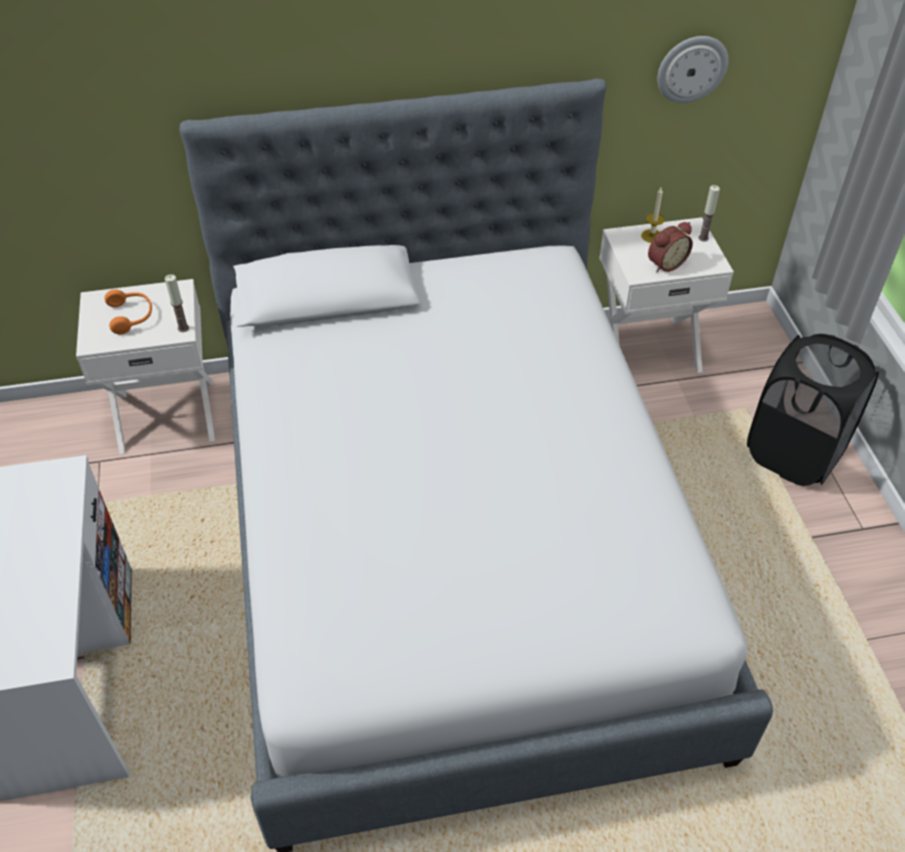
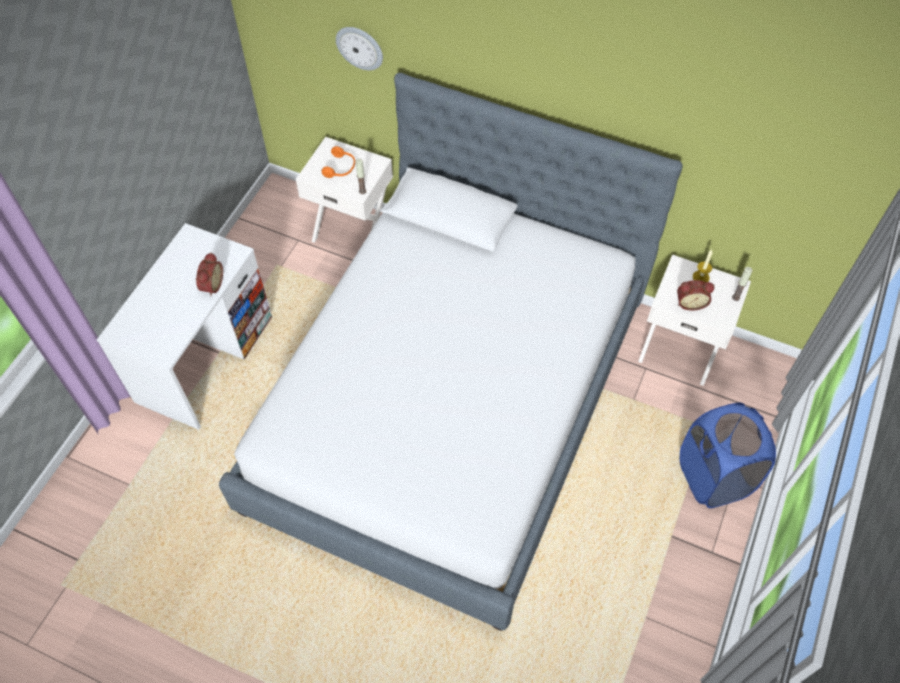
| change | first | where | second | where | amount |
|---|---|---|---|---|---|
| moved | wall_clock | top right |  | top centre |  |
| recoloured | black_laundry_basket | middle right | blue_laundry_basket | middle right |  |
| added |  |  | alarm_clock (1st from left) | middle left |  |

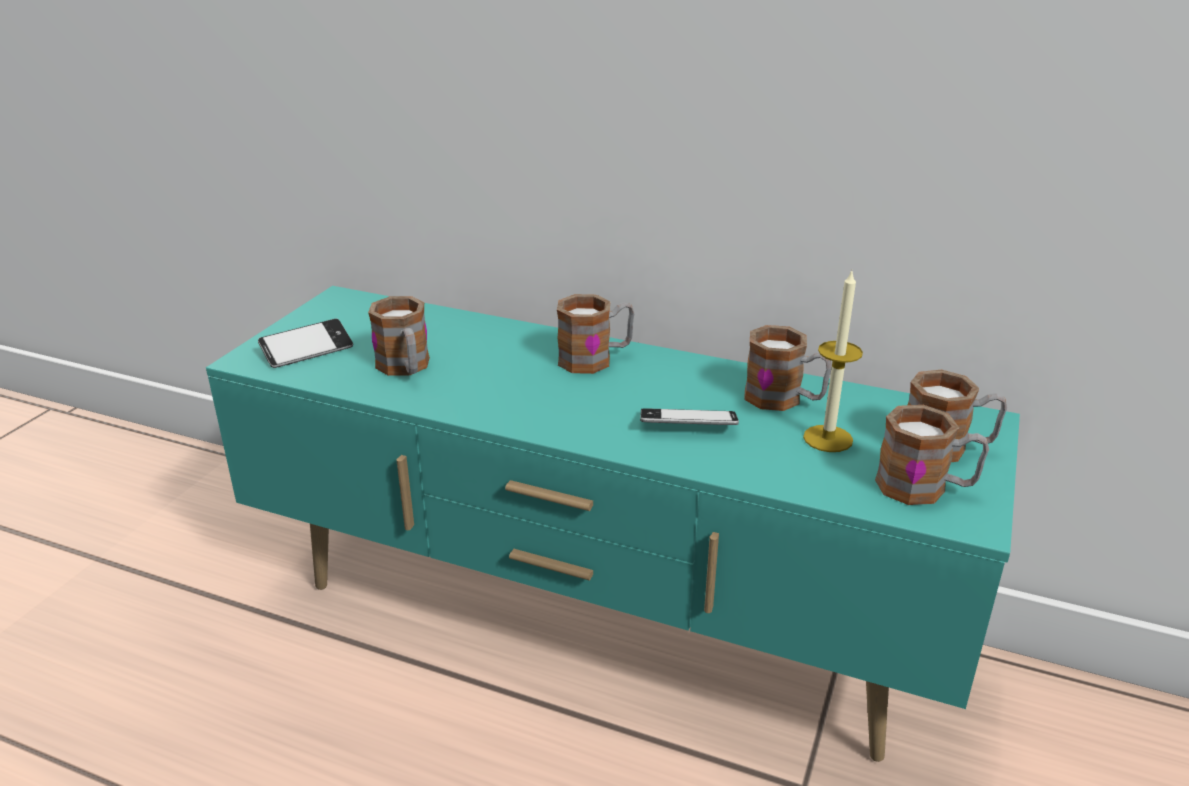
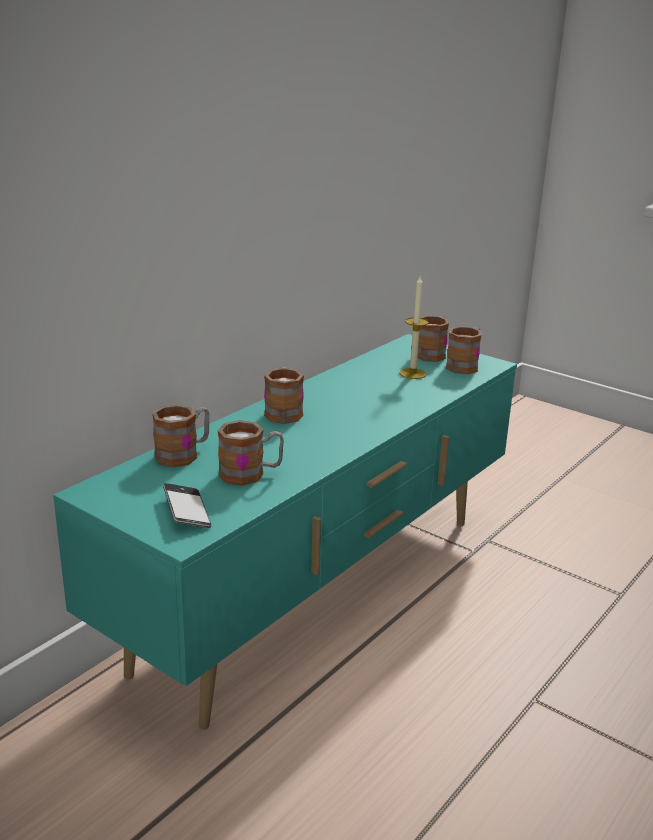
| change | first | where | second | where | amount |
|---|---|---|---|---|---|
| moved | mug (3rd from left in the first image) | centre | mug (1st from left) | middle left |  |
| removed | phone (2nd from left) | centre |  |  |  |

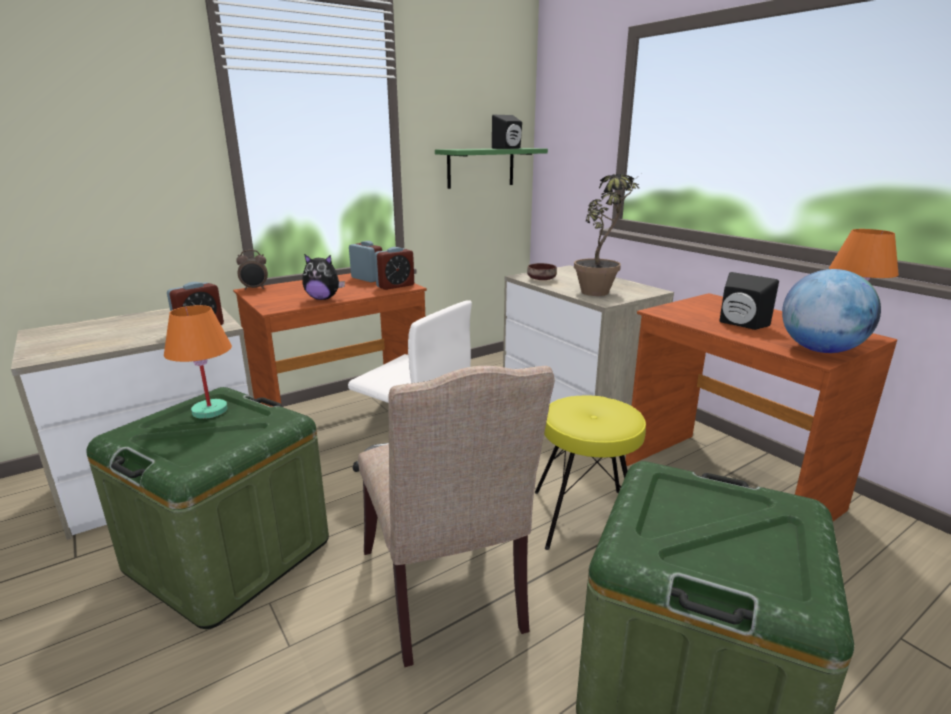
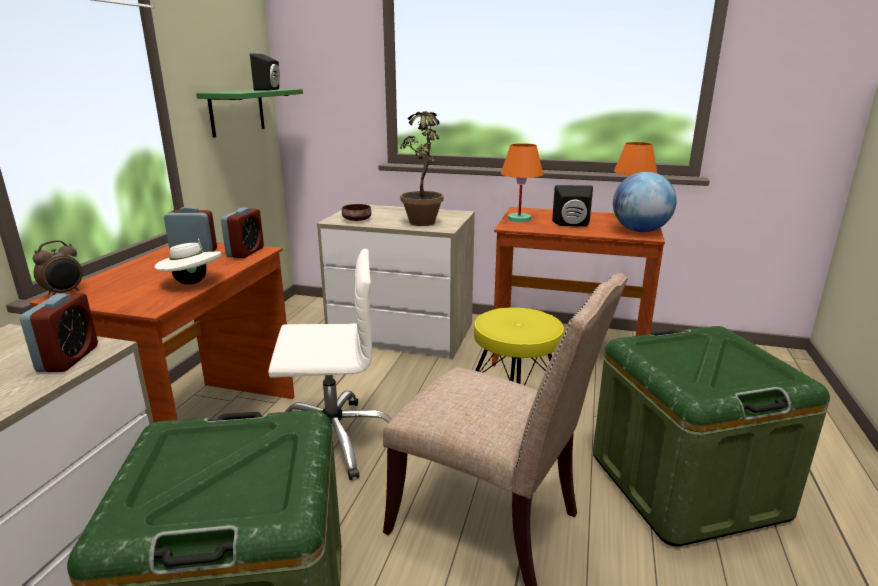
| change | first | where | second | where | amount |
|---|---|---|---|---|---|
| replaced | plush_toy | centre | white_hat | middle left |  |
| moved | orange_table_lamp (1st from left) | middle left |  | top centre |  |

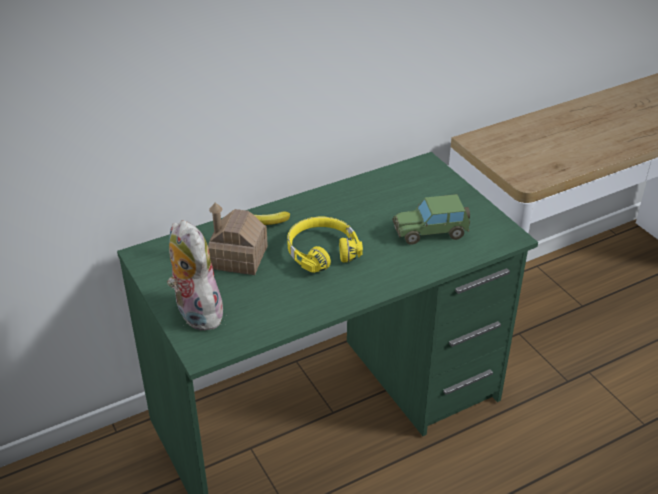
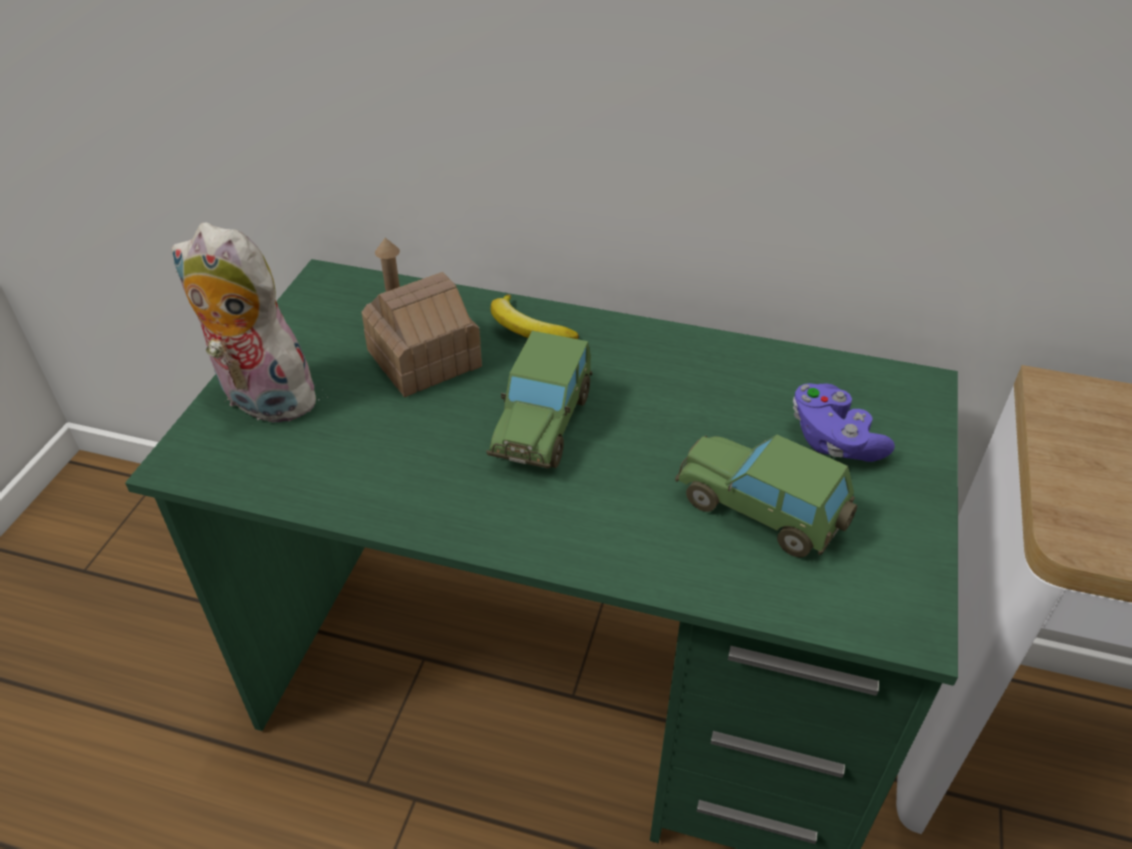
| change | first | where | second | where | amount |
|---|---|---|---|---|---|
| replaced | yellow_headphones | centre | toy_car (1st from left) | centre |  |
| turned | plush_toy | middle left |  | middle left | 75 degrees counterclockwise |
| added |  |  | purple_game_controller | middle right |  |

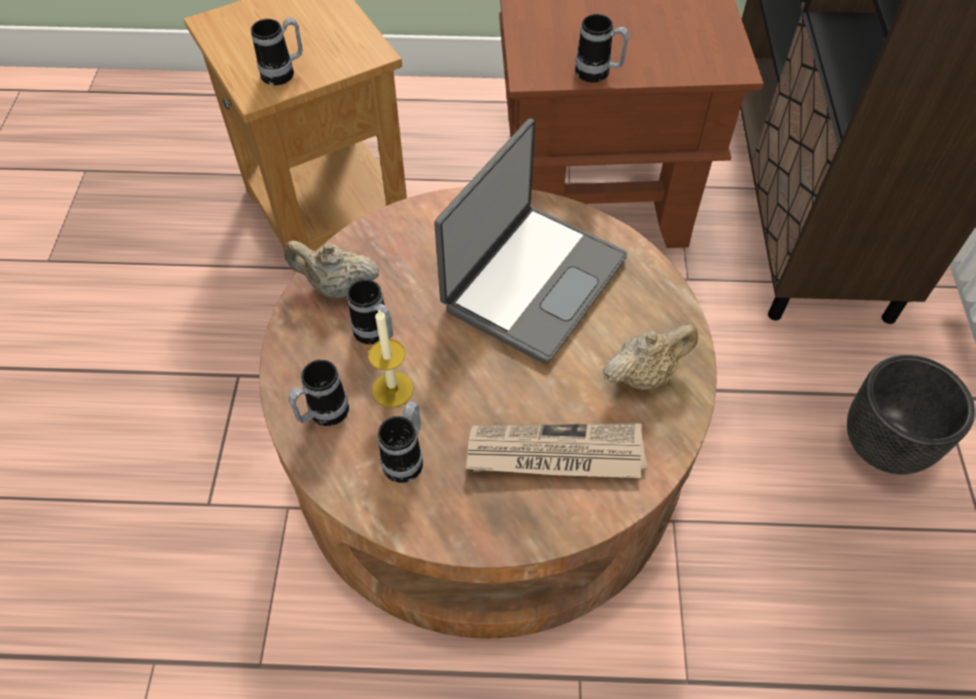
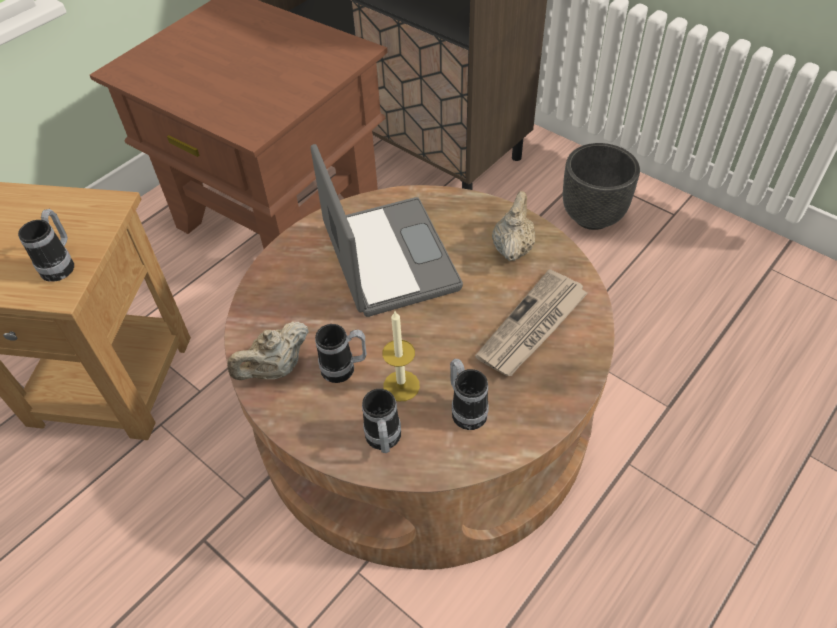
| change | first | where | second | where | amount |
|---|---|---|---|---|---|
| removed | mug (5th from left) | top centre |  |  |  |

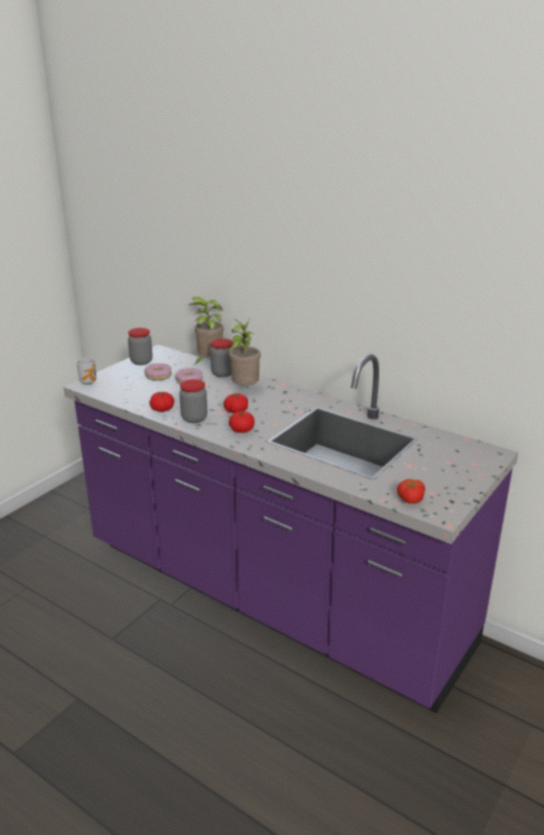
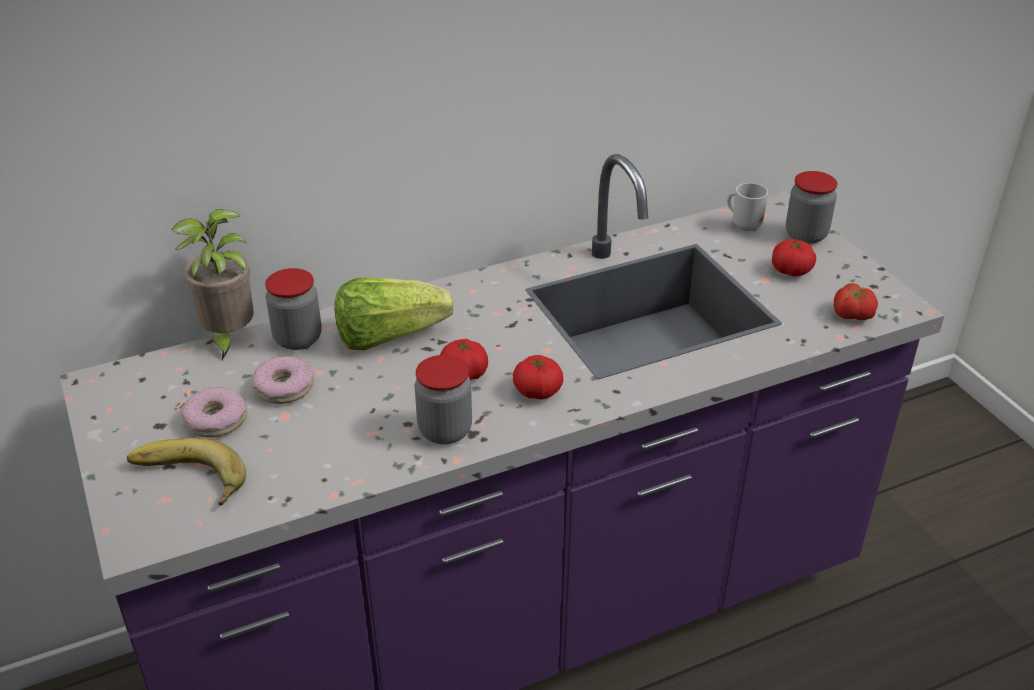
| change | first | where | second | where | amount |
|---|---|---|---|---|---|
| replaced | potted_plant (2nd from left) | centre | lettuce | centre |  |
| moved | jar (1st from left in the first image) | middle left | jar (3rd from left) | top right |  |
| moved | mug | middle left |  | top right |  |
| moved | tomato (1st from left in the first image) | middle left | tomato (3rd from left) | middle right |  |
| added |  |  | banana | bottom left |  |

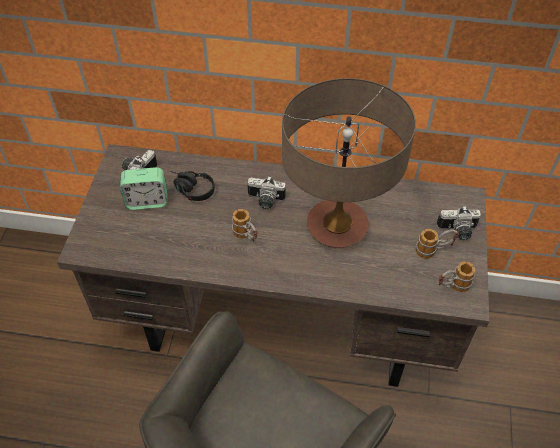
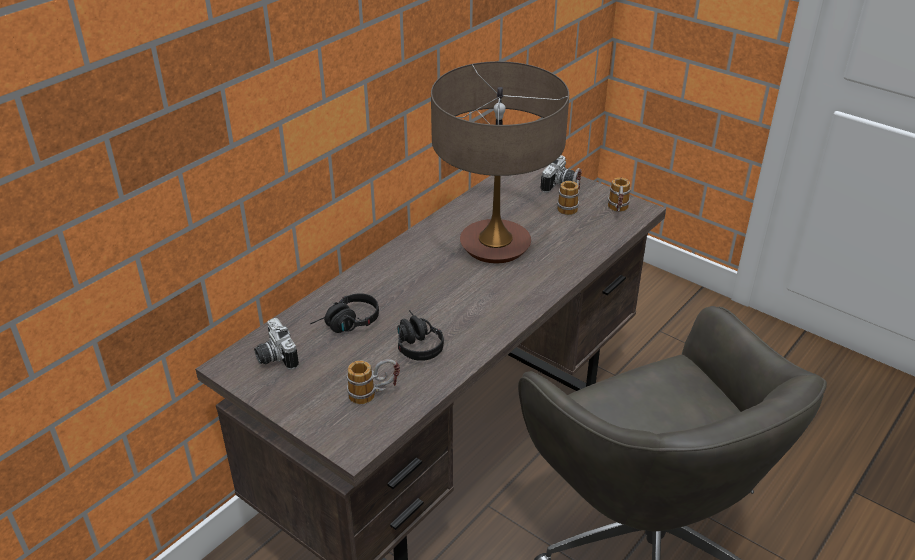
| change | first | where | second | where | amount |
|---|---|---|---|---|---|
| removed | alarm_clock | middle left |  |  |  |
| removed | photo_camera (2nd from left) | centre |  |  |  |
| moved | mug (1st from left) | centre |  | bottom centre |  |
| added |  |  | black_headphones (2nd from left) | centre |  |

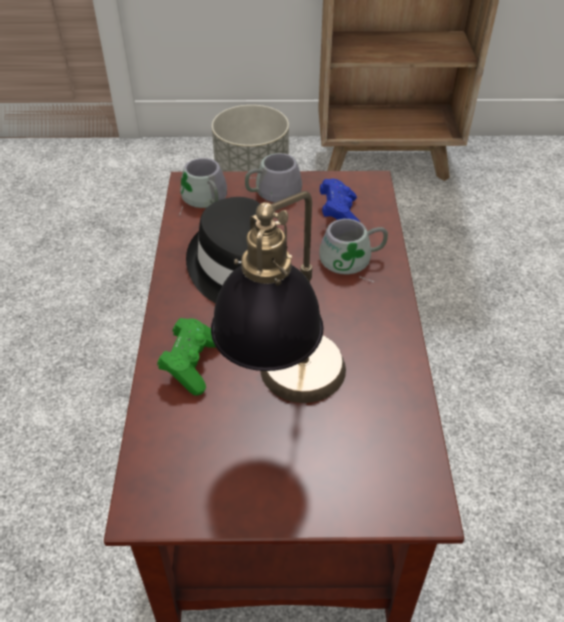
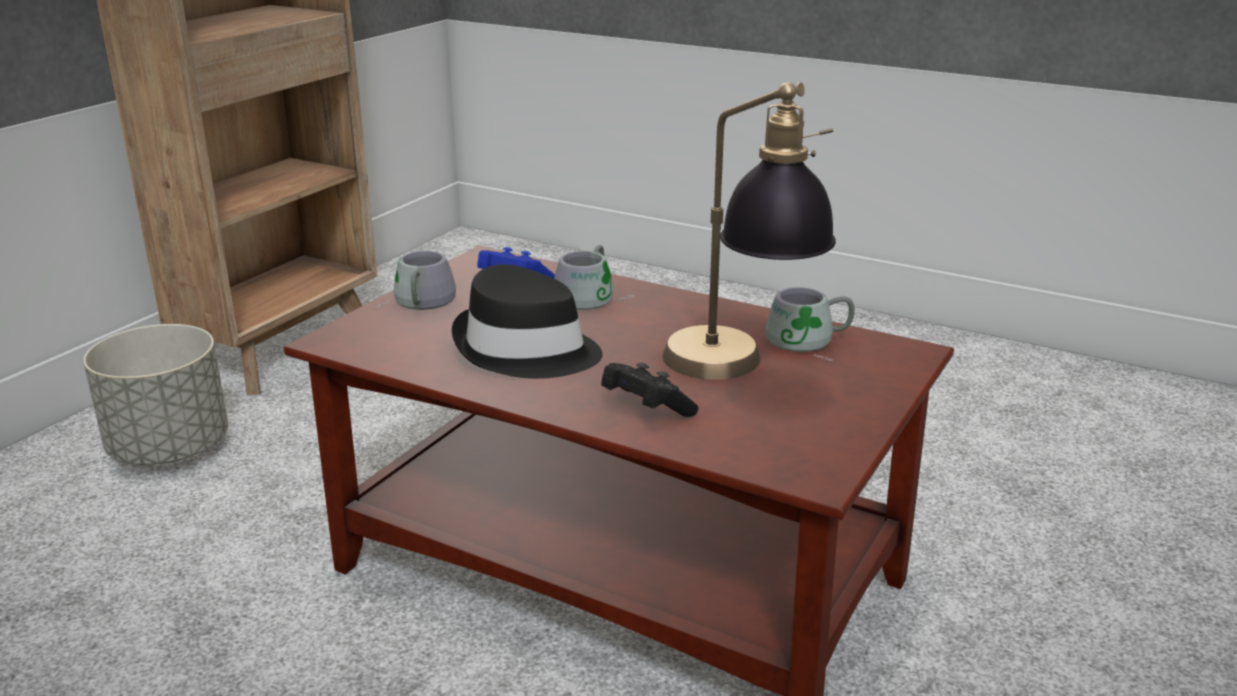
| change | first | where | second | where | amount |
|---|---|---|---|---|---|
| moved | grey_mug (1st from left in the first image) | top centre | grey_mug (3rd from left) | centre |  |
| recoloured | green_game_controller | middle left | black_game_controller | centre |  |

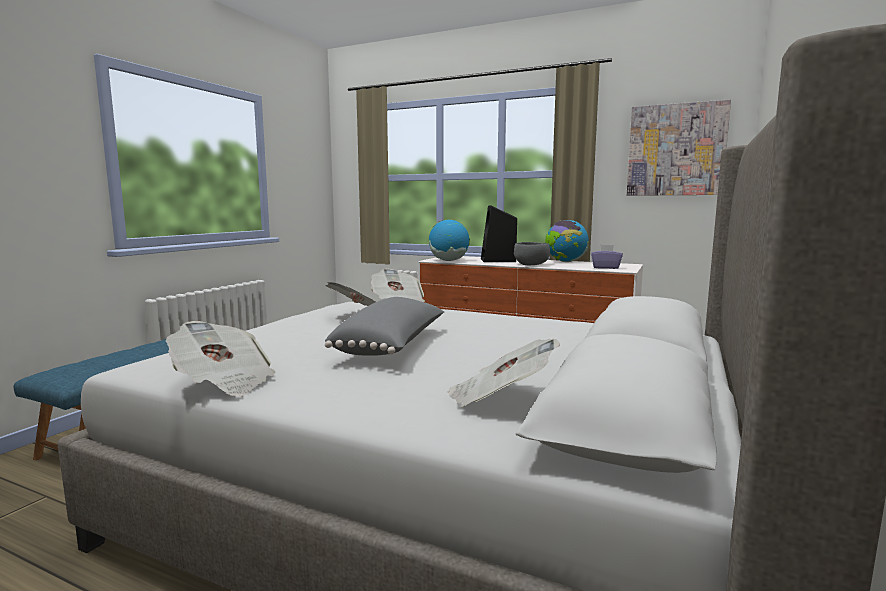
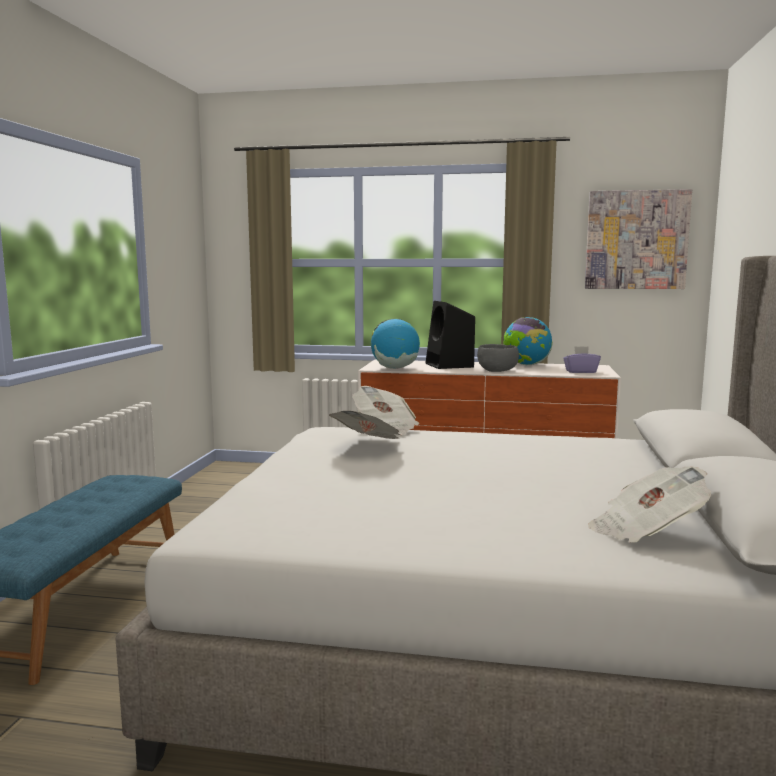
| change | first | where | second | where | amount |
|---|---|---|---|---|---|
| removed | grey_pillow | centre |  |  |  |
| removed | newspaper (1st from left) | middle left |  |  |  |

